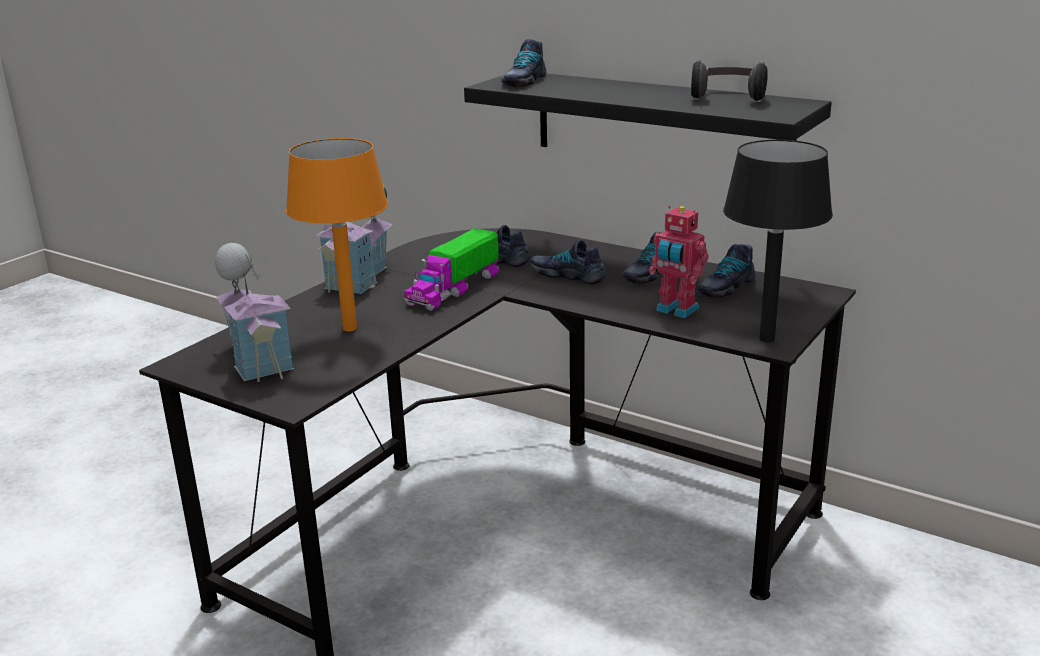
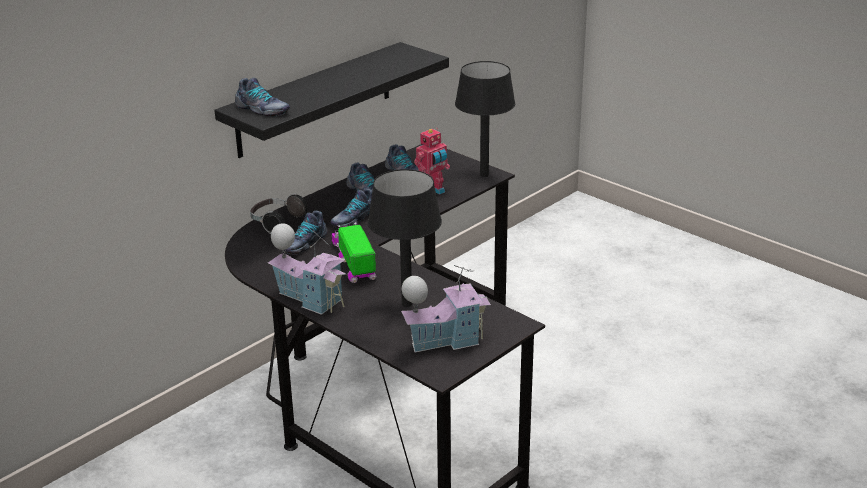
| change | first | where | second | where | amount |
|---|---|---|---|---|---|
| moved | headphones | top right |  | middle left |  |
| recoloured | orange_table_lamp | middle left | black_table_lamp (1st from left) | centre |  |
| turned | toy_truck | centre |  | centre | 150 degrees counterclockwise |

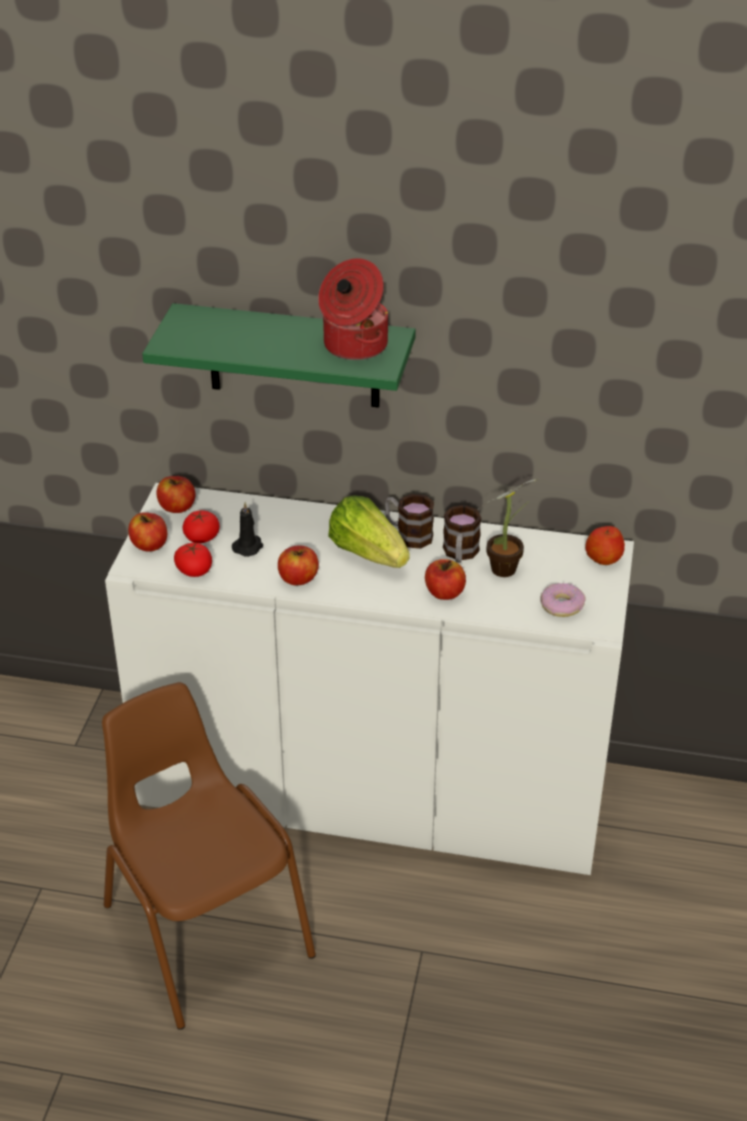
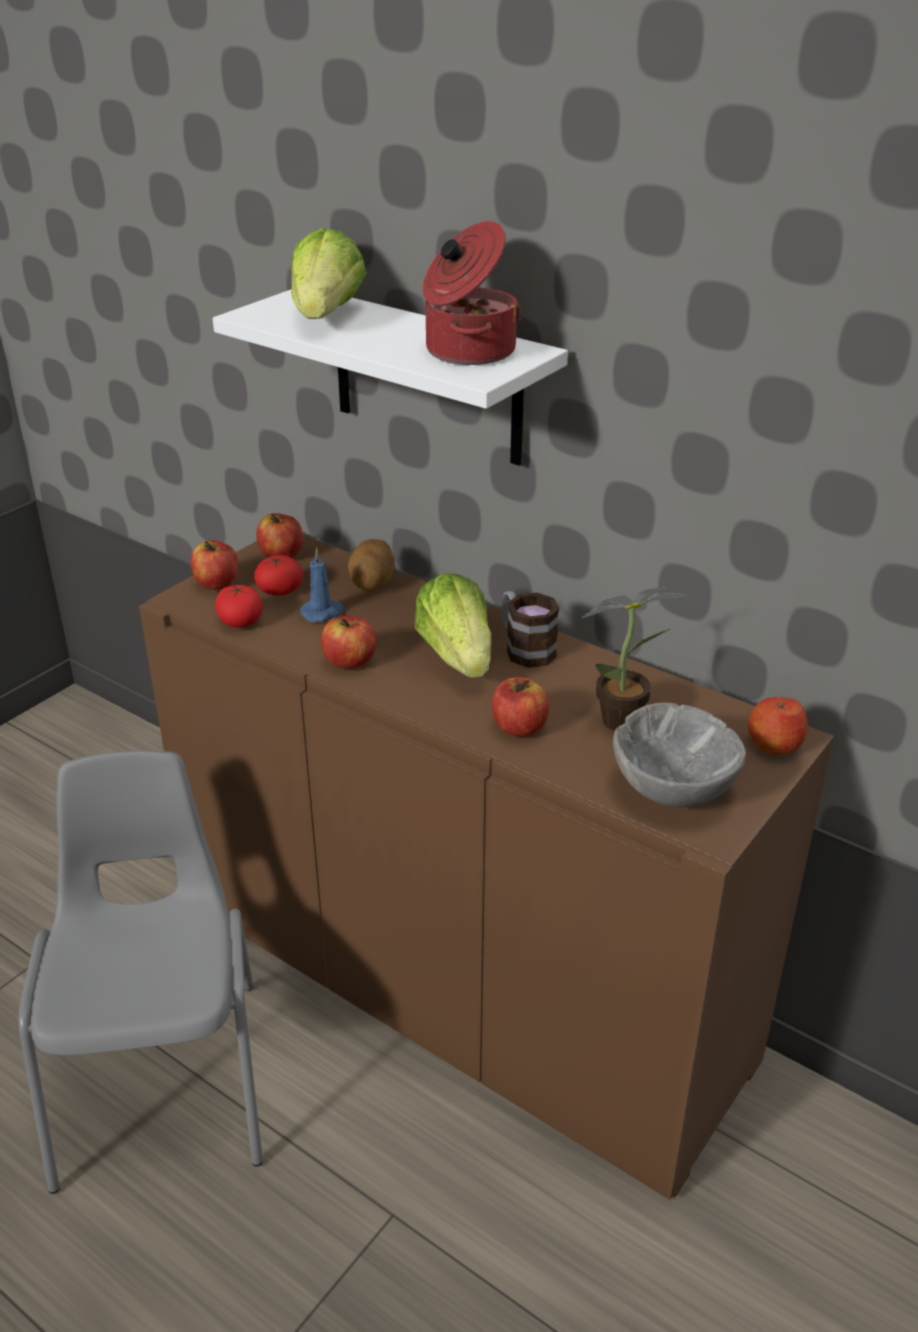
| change | first | where | second | where | amount |
|---|---|---|---|---|---|
| recoloured | green_shelf | top centre | white_shelf | top centre |  |
| recoloured | white_cabinet | centre | brown_cabinet | centre |  |
| recoloured | black_candle | middle left | blue_candle | centre |  |
| removed | mug (2nd from left) | centre |  |  |  |
| replaced | donut | middle right | grey_bowl | middle right |  |
| recoloured | brown_chair | bottom left | grey_chair | bottom left |  |
| added |  |  | lettuce (1st from left) | top centre |  |
| added |  |  | potato | centre |  |

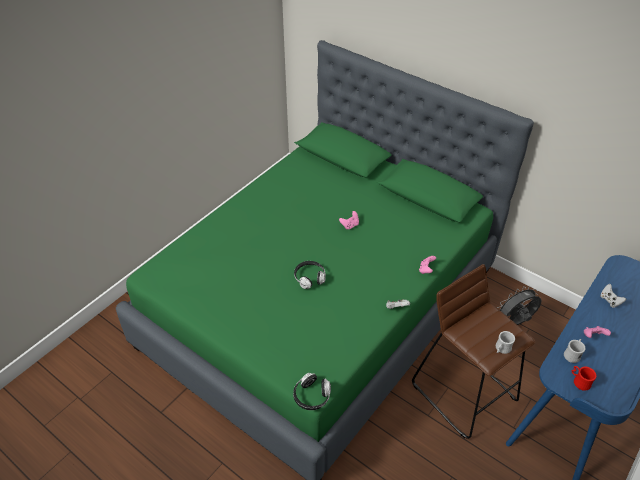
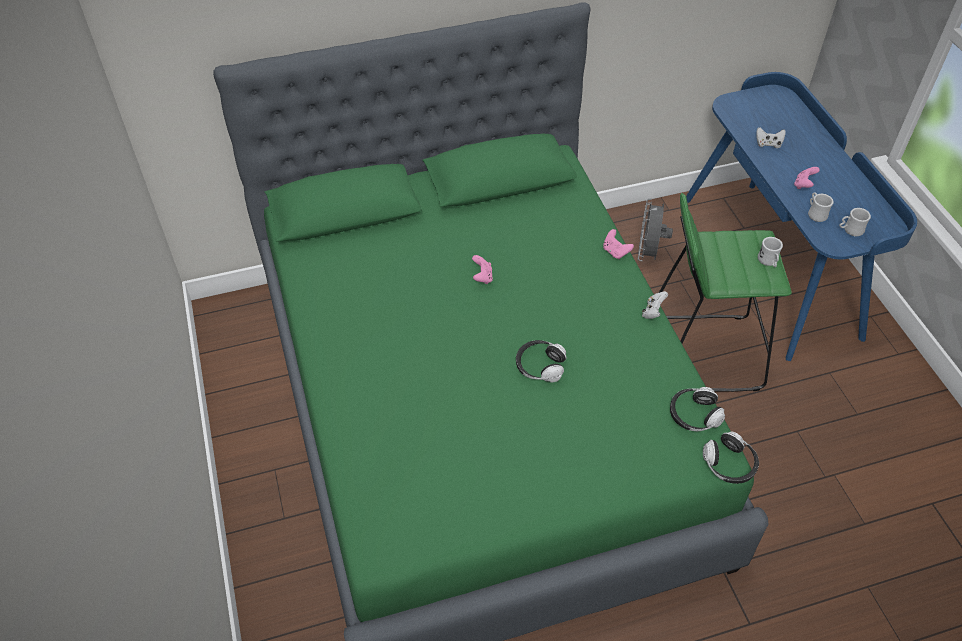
| change | first | where | second | where | amount |
|---|---|---|---|---|---|
| recoloured | brown_stool | bottom right | green_stool | middle right |  |
| recoloured | red_mug | bottom right | white_mug (3rd from left) | middle right |  |
| added |  |  | headphones (2nd from left) | middle right |  |

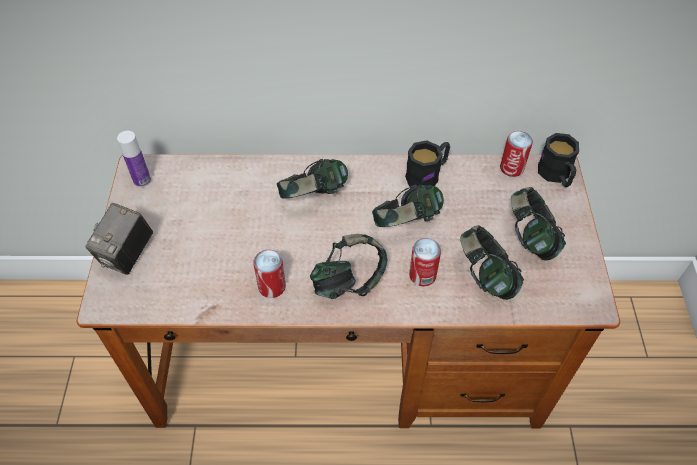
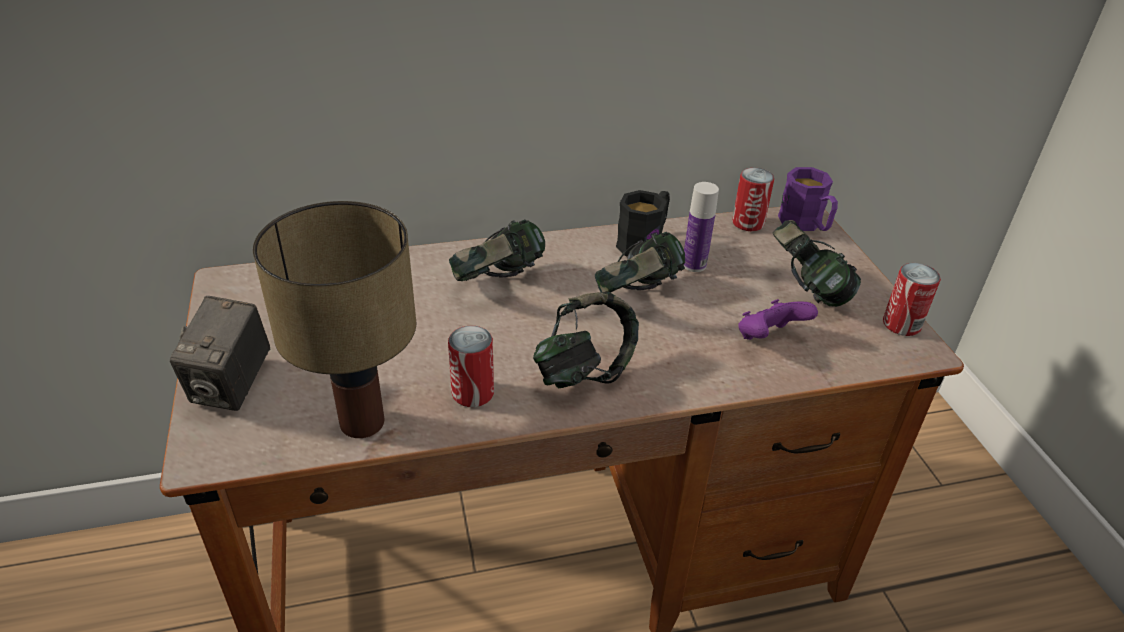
| change | first | where | second | where | amount |
|---|---|---|---|---|---|
| moved | bottle | middle left |  | centre |  |
| recoloured | black_mug (2nd from left) | middle right | purple_mug | top right |  |
| replaced | headphones (4th from left) | middle right | purple_game_controller | middle right |  |
| moved | can (2nd from left in the first image) | centre | can (3rd from left) | middle right |  |
| added |  |  | table_lamp | middle left |  |

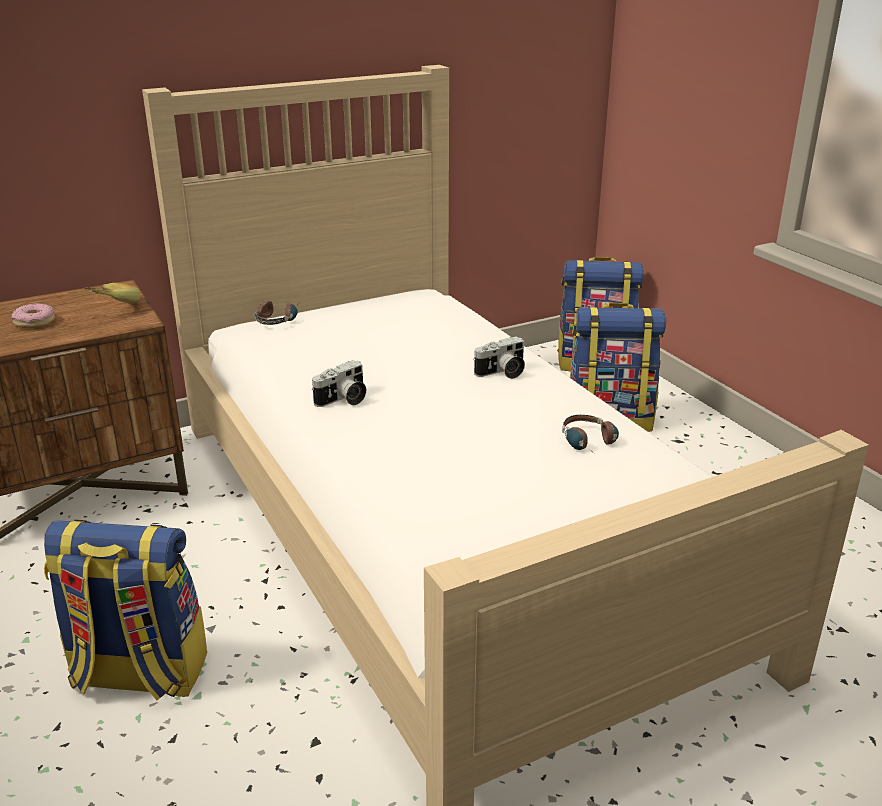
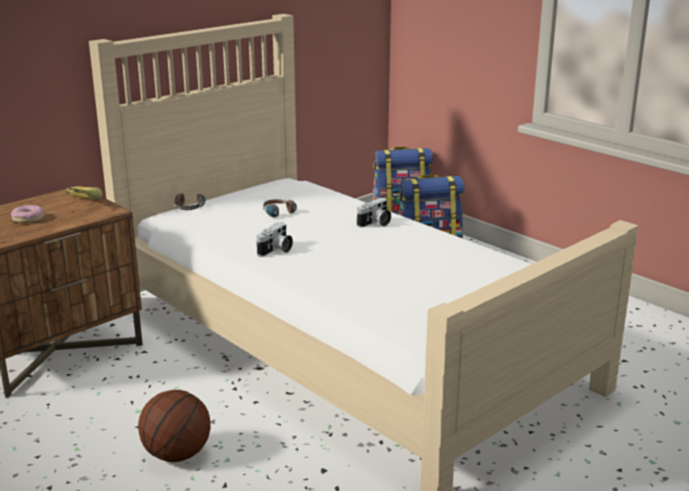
| change | first | where | second | where | amount |
|---|---|---|---|---|---|
| moved | headphones (2nd from left) | middle right |  | centre |  |
| replaced | backpack (1st from left) | bottom left | basketball | bottom left |  |

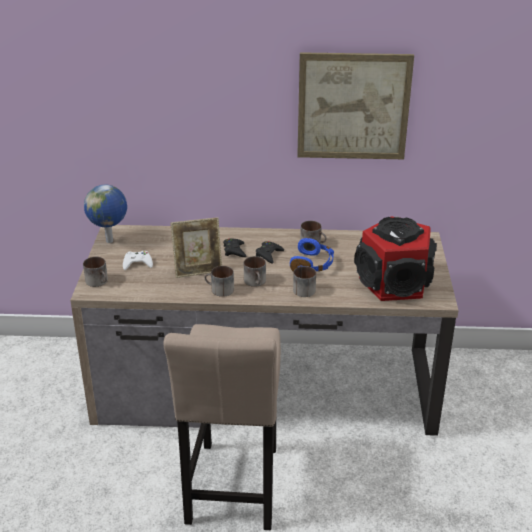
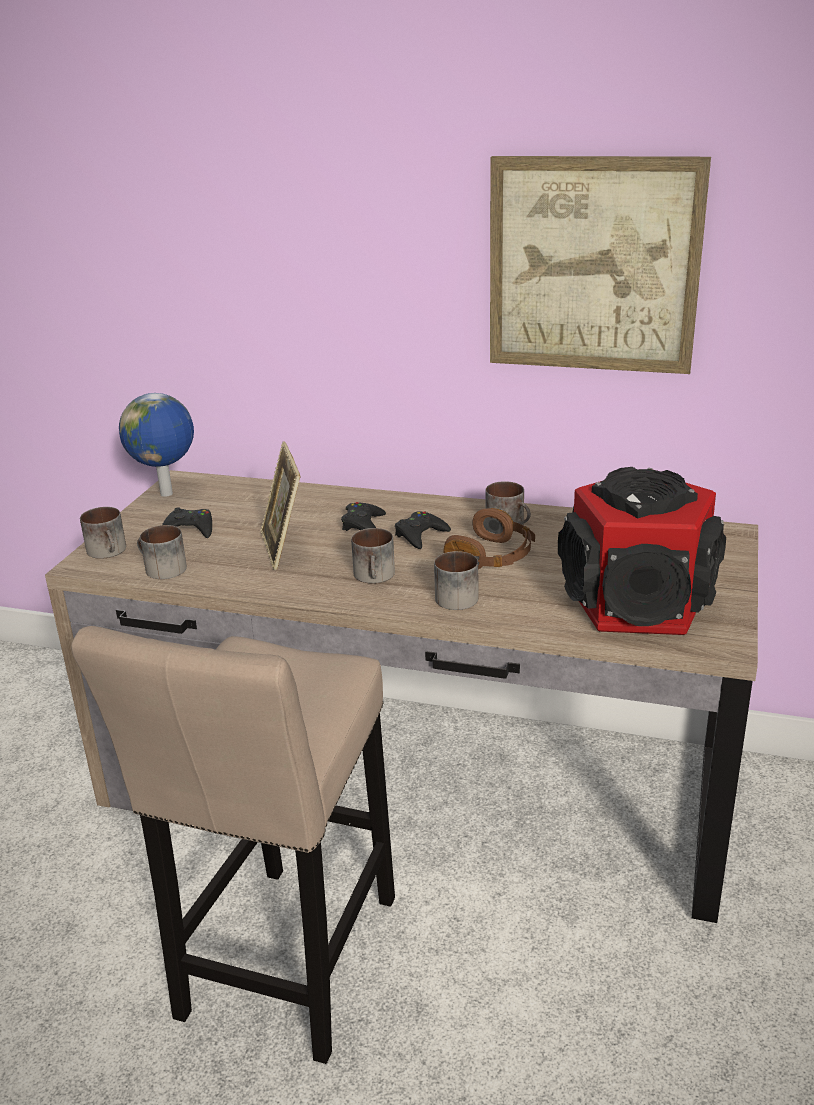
| change | first | where | second | where | amount |
|---|---|---|---|---|---|
| turned | picture_frame | centre |  | centre | 75 degrees clockwise |
| recoloured | blue_headphones | centre | brown_headphones | centre |  |
| recoloured | white_game_controller | middle left | black_game_controller (1st from left) | middle left |  |
| moved | mug (2nd from left) | centre |  | middle left |  |

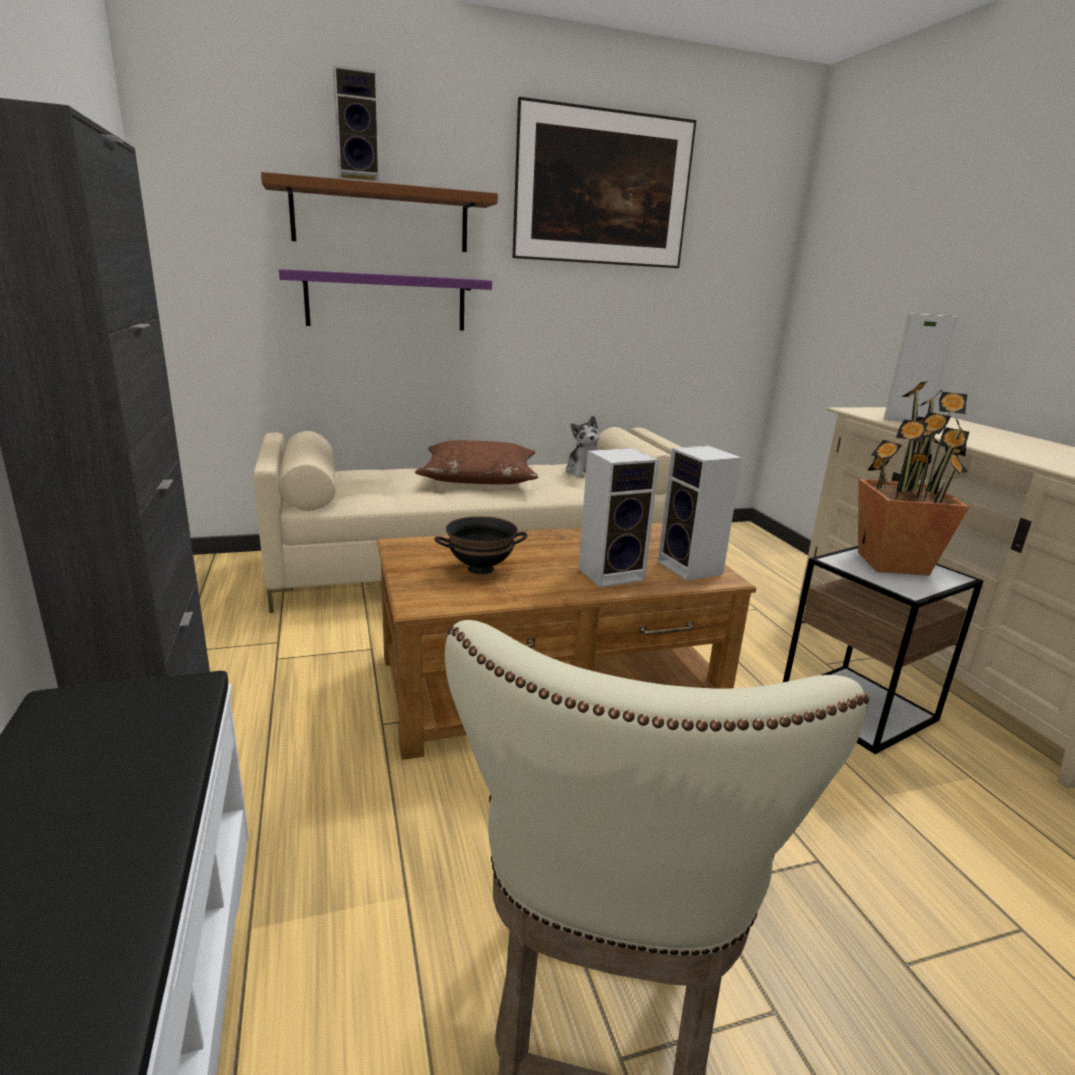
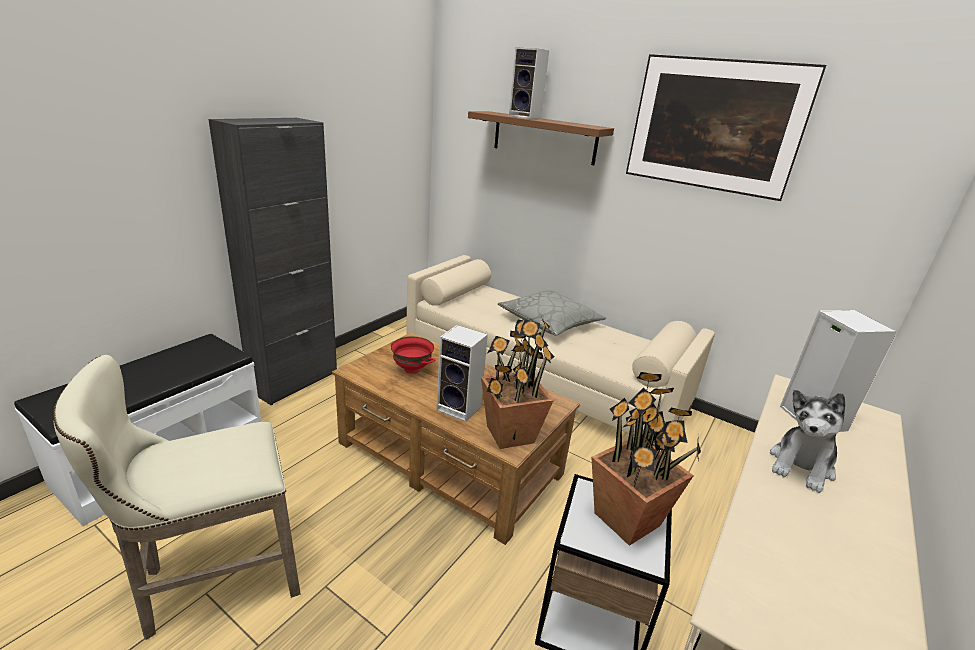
| change | first | where | second | where | amount |
|---|---|---|---|---|---|
| removed | purple_shelf | top centre |  |  |  |
| moved | plush_toy | centre |  | bottom right |  |
| recoloured | brown_pillow | centre | grey_pillow | centre |  |
| replaced | speaker (3rd from left) | centre | potted_plant (1st from left) | centre |  |
| recoloured | black_bowl | centre | red_bowl | centre |  |

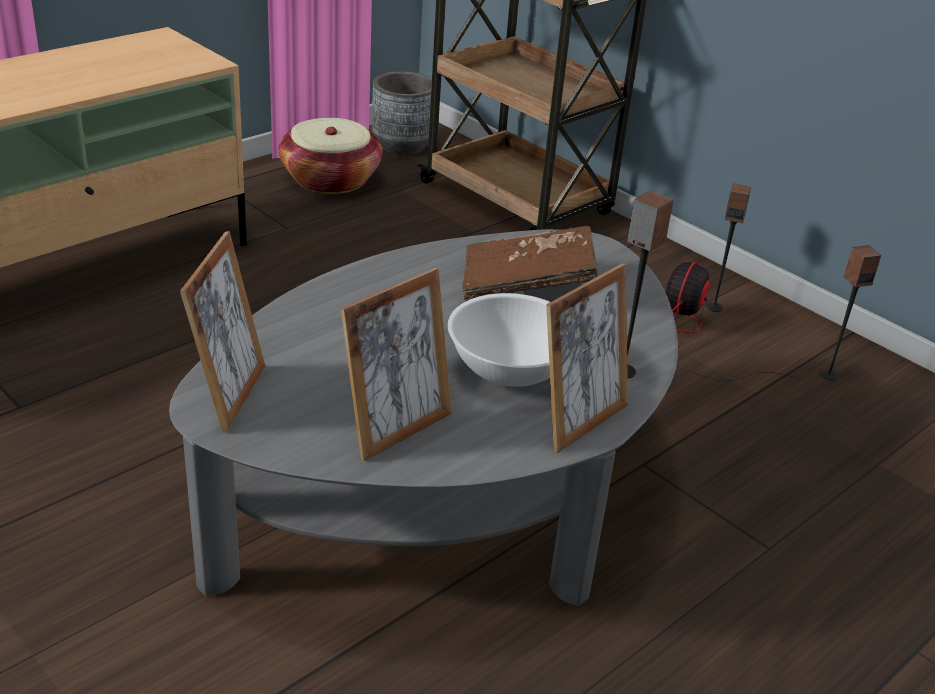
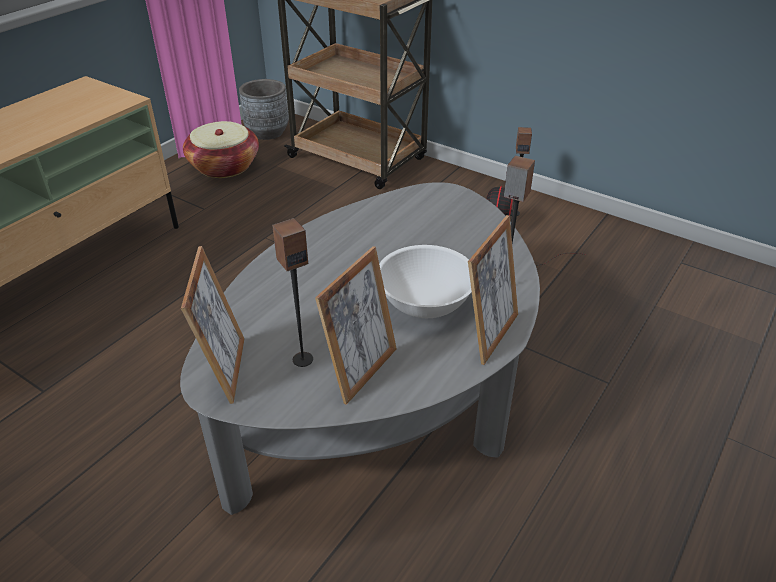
| change | first | where | second | where | amount |
|---|---|---|---|---|---|
| removed | brown_book | centre |  |  |  |
| moved | speaker (3rd from left in the first image) | middle right | speaker (1st from left) | centre |  |

